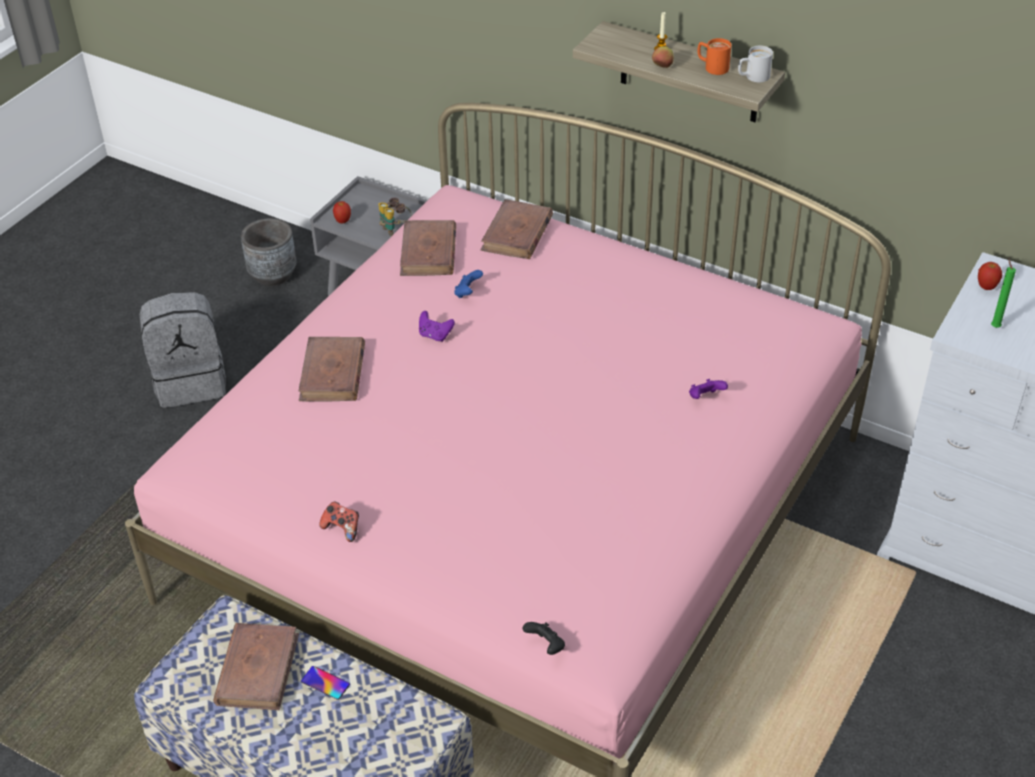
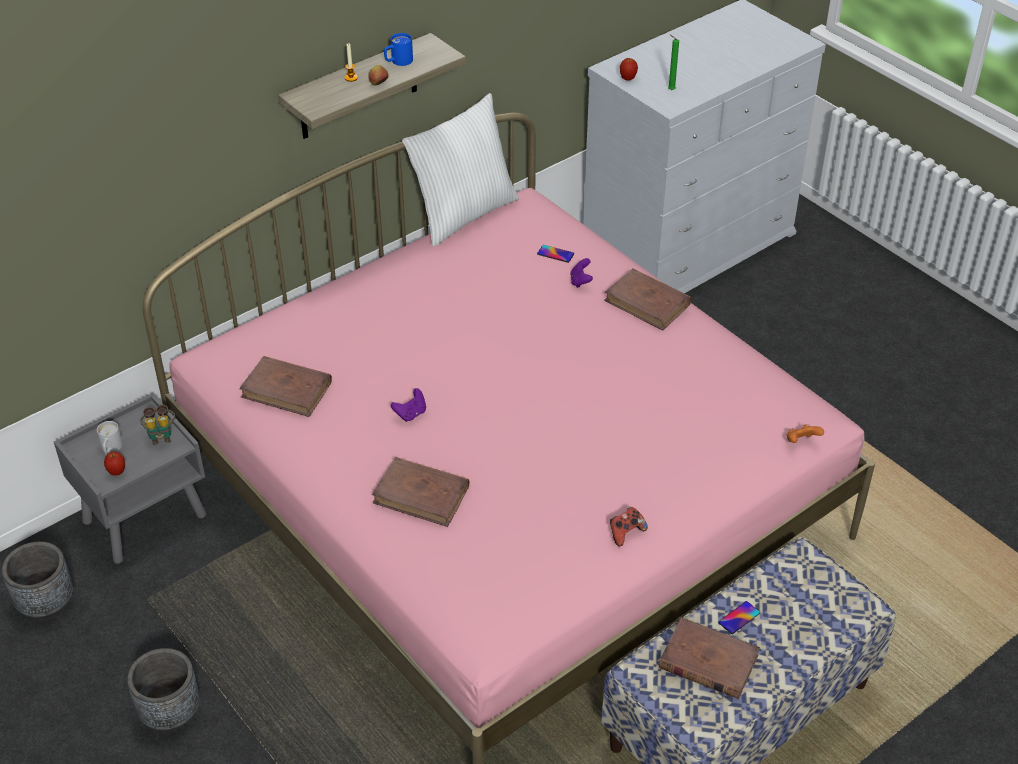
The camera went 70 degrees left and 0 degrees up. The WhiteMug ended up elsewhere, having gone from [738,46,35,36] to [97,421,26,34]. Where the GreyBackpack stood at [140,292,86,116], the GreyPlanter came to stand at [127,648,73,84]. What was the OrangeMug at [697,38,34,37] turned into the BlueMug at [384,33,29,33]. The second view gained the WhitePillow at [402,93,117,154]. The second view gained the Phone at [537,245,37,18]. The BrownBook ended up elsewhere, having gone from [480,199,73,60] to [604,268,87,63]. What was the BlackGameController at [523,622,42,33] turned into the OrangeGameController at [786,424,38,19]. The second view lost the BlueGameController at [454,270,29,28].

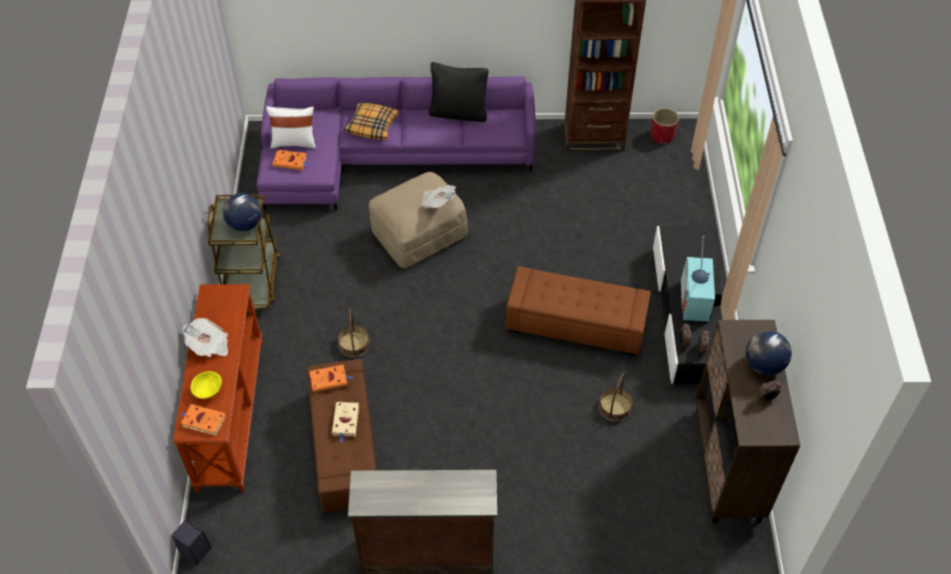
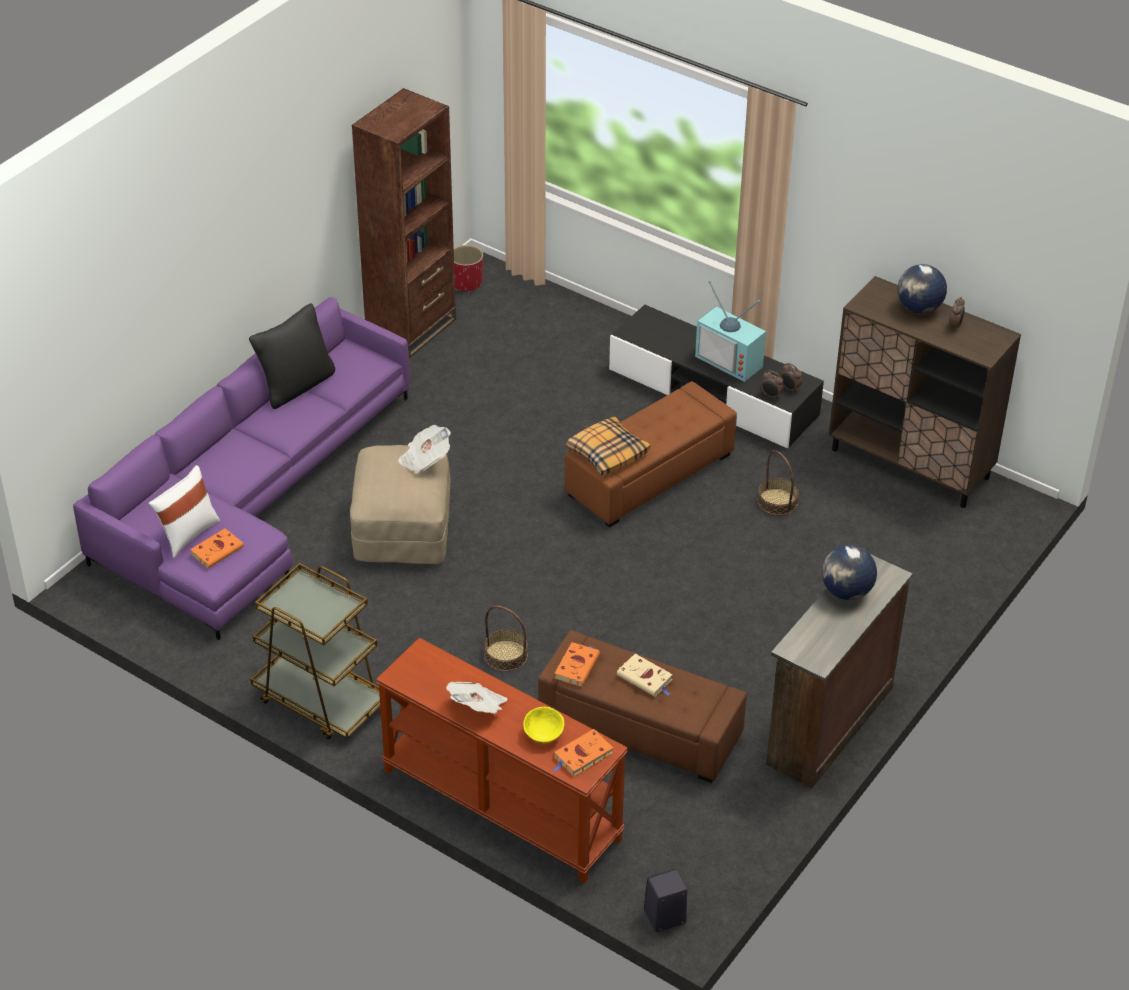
The camera went 55 degrees left and 10 degrees down. The Pillow ended up elsewhere, having gone from [344,103,55,37] to [566,416,84,60]. The Globe ended up elsewhere, having gone from [223,193,39,38] to [822,545,55,55].

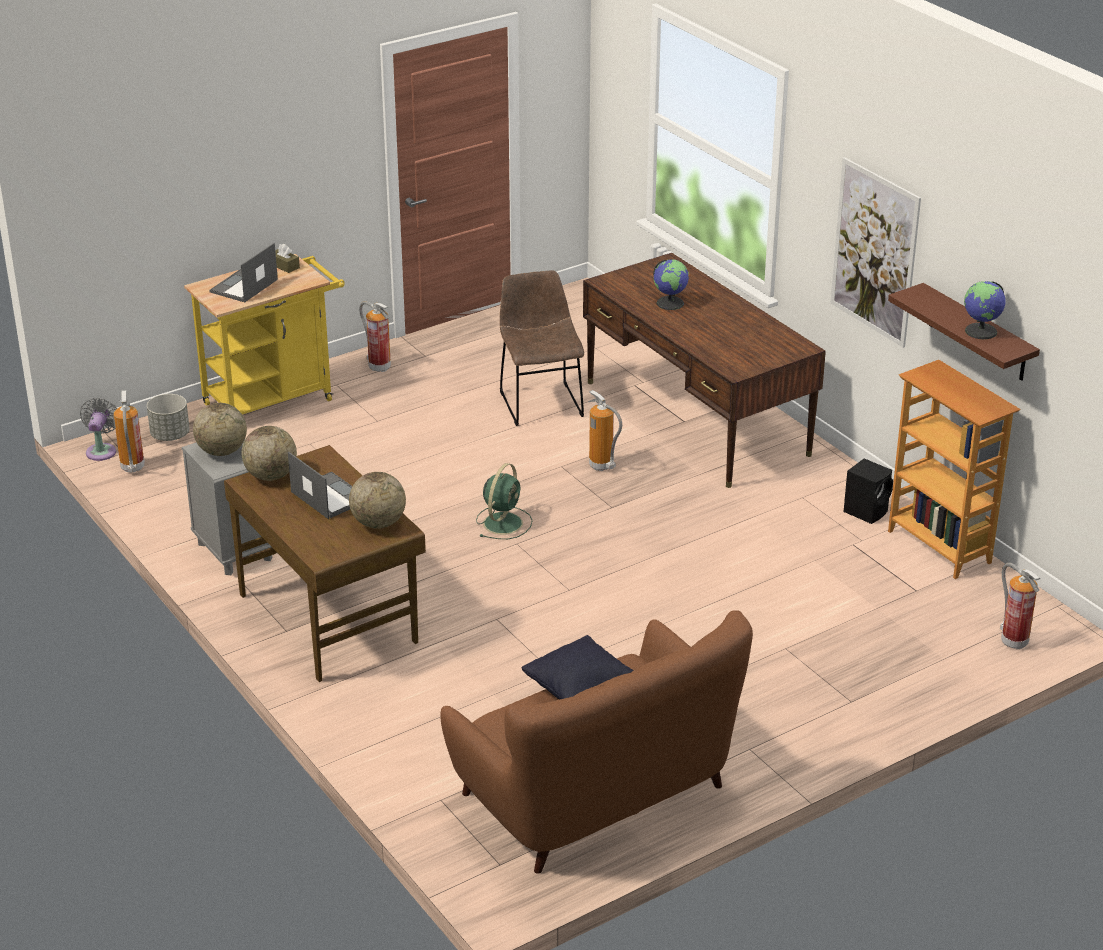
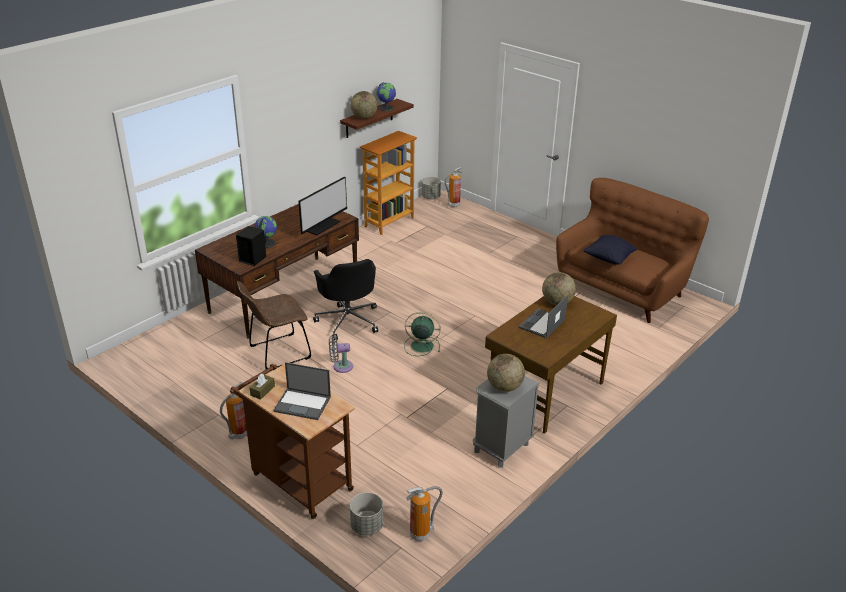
The camera went 105 degrees left and 0 degrees up. What was the YellowCart at [184,254,161,161] turned into the BrownCart at [230,364,125,155]. The BlackSpeaker ended up elsewhere, having gone from [844,459,49,65] to [236,226,30,40]. The second view gained the Monitor at [298,177,49,59]. Where the FireExtinguisher stood at [588,390,34,81], the BlackOfficeChair came to stand at [313,259,65,81]. The GreyFan ended up elsewhere, having gone from [80,398,37,63] to [329,336,24,37]. The Globe ended up elsewhere, having gone from [241,426,56,55] to [350,91,27,28]. The second view gained the GreyPlanter at [421,177,20,22]. The second view lost the Picture at [831,157,90,191].

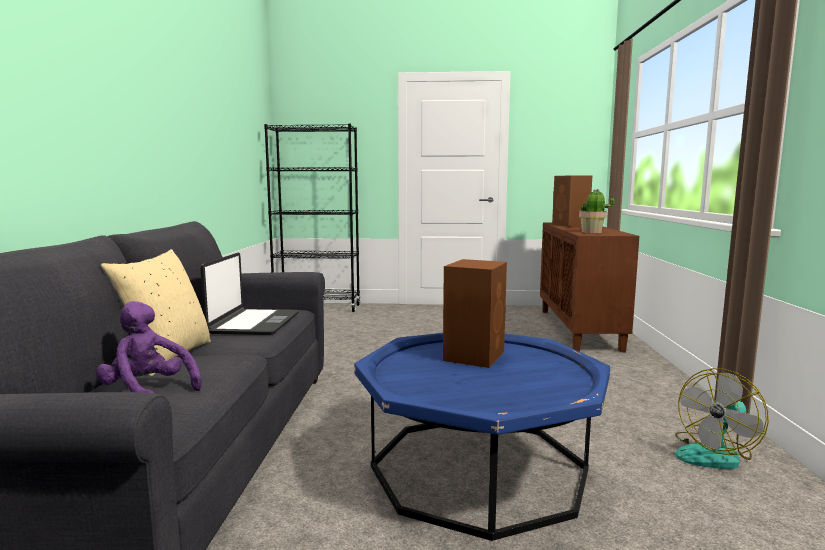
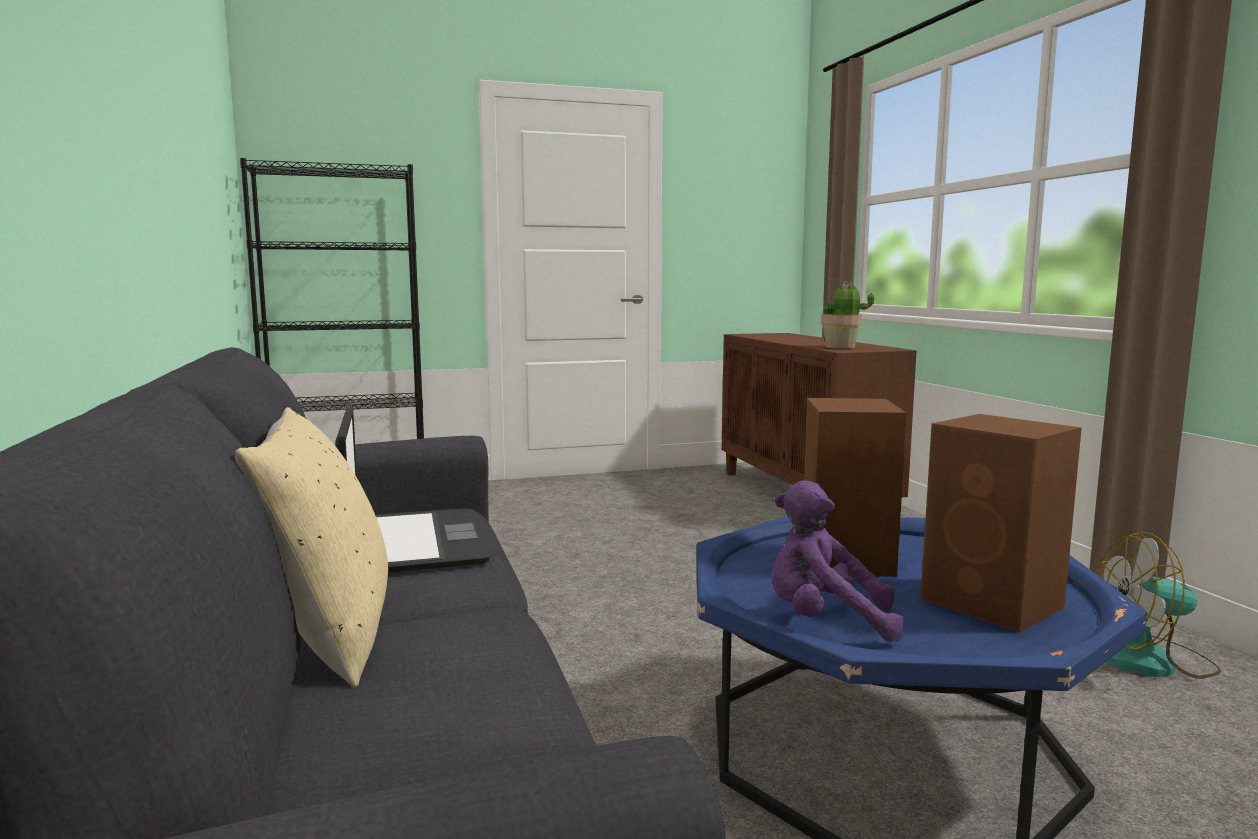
The camera went 20 degrees left and 0 degrees up. The PurplePlushToy ended up elsewhere, having gone from [96,301,106,93] to [771,480,133,162]. The BrownSpeaker ended up elsewhere, having gone from [552,175,40,52] to [920,414,162,218]. The Fan at [675,368,94,101] ended up facing another way, 60 degrees clockwise from before.

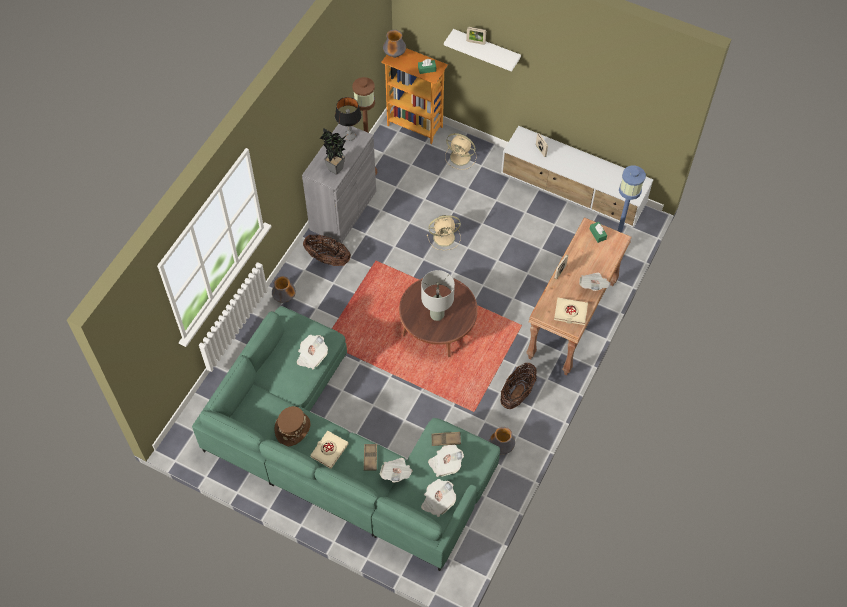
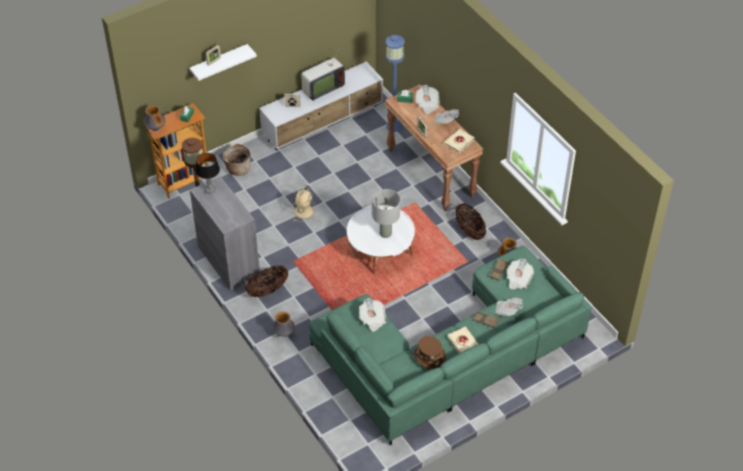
The camera went 60 degrees left and 10 degrees down. Where the BeigeFan stood at [445,133,32,37], the Basket came to stand at [223,144,27,32]. The second view gained the Television at [301,45,44,56]. What was the BrownCoffeeTable at [399,278,79,79] turned into the WhiteCoffeeTable at [347,205,68,70]. The Newspaper ended up elsewhere, having gone from [421,479,35,38] to [415,85,25,29]. The second view lost the PottedPlant at [320,128,27,47].

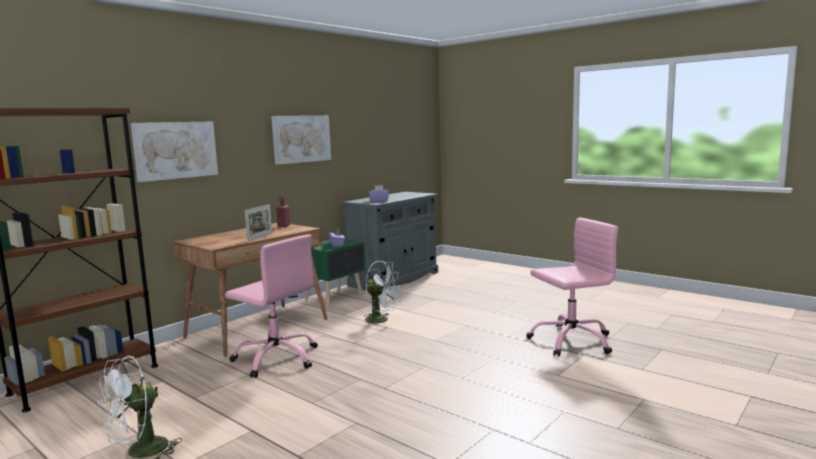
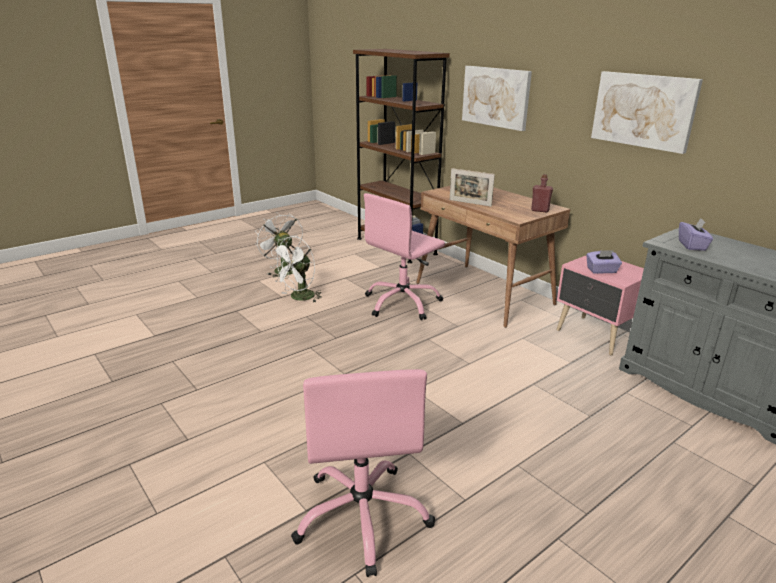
The camera went 100 degrees right and 15 degrees up. The WhiteFan ended up elsewhere, having gone from [365,261,37,66] to [270,236,52,67]. What was the GreenNightstand at [305,240,60,66] turned into the PinkNightstand at [556,256,88,99].

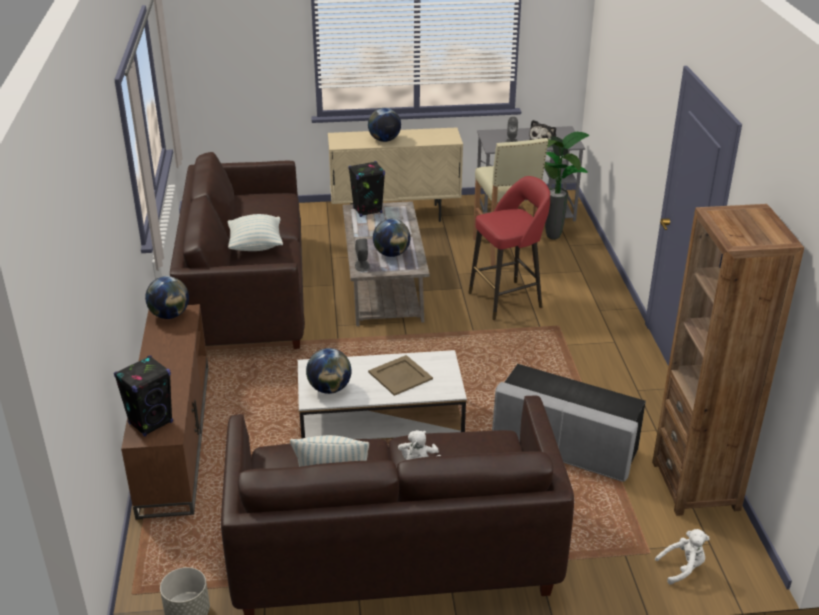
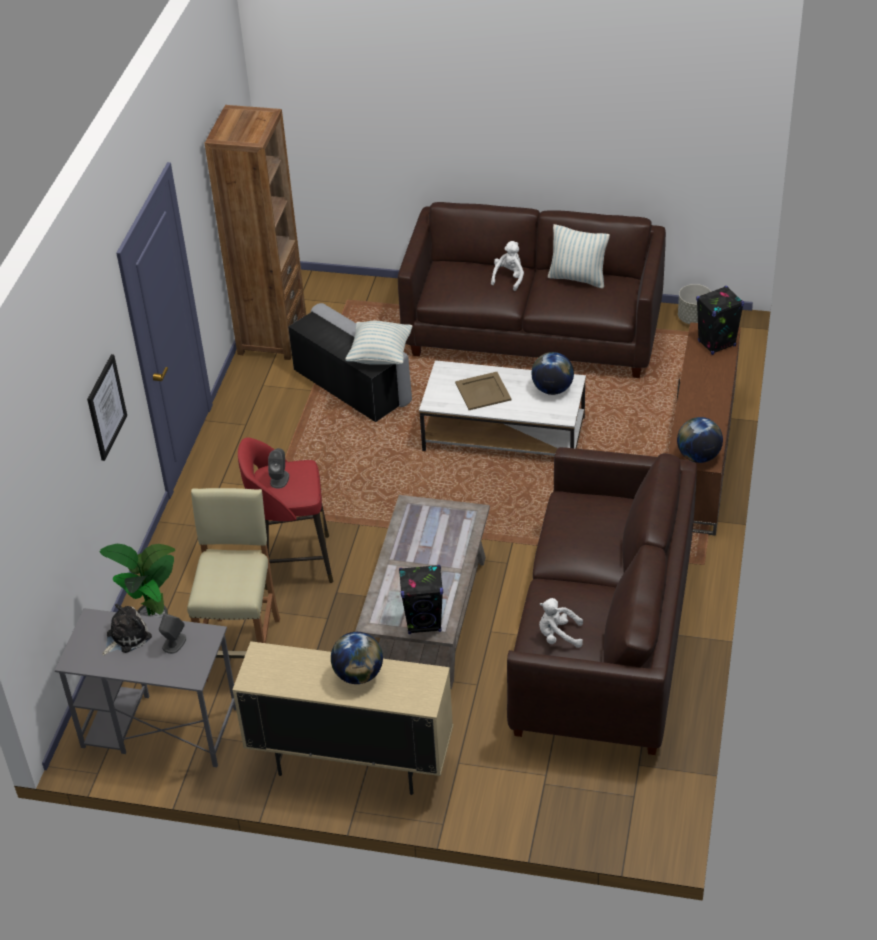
The camera went 160 degrees left and 10 degrees up. The second view gained the Picture at [87,354,40,107]. The GreySpeaker ended up elsewhere, having gone from [355,239,15,33] to [268,448,21,41]. The Pillow ended up elsewhere, having gone from [228,214,55,37] to [345,321,68,44]. The WhitePlushToy ended up elsewhere, having gone from [655,529,55,56] to [539,598,44,50]. The second view lost the Globe at [373,219,37,38].

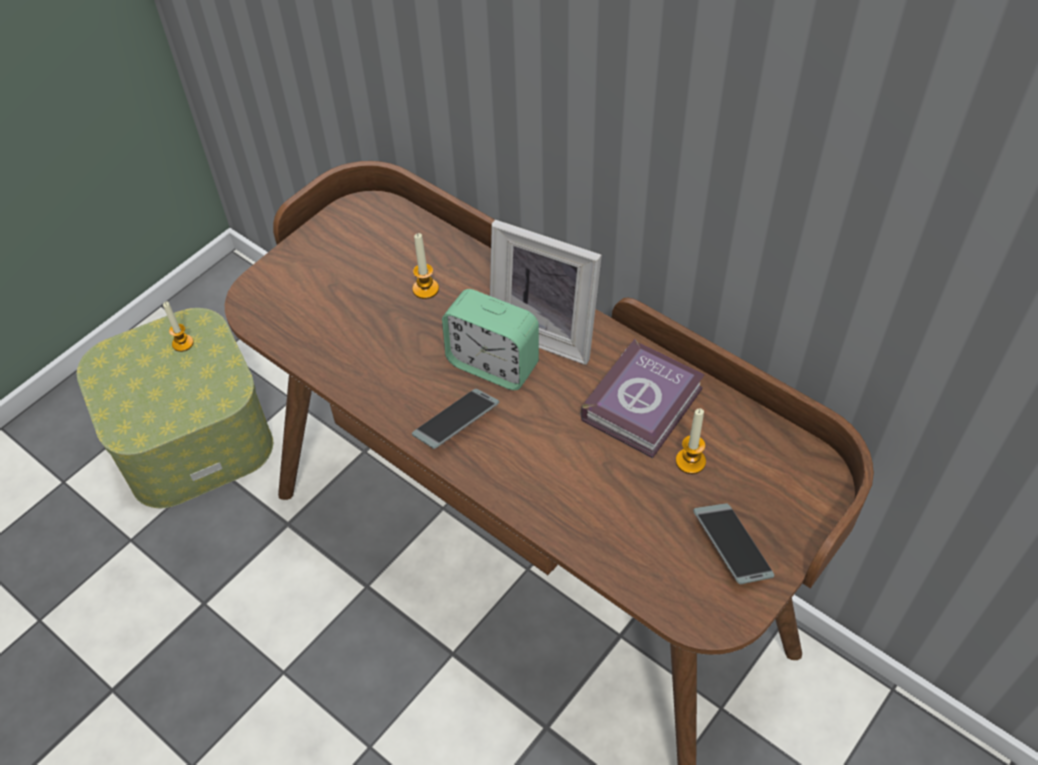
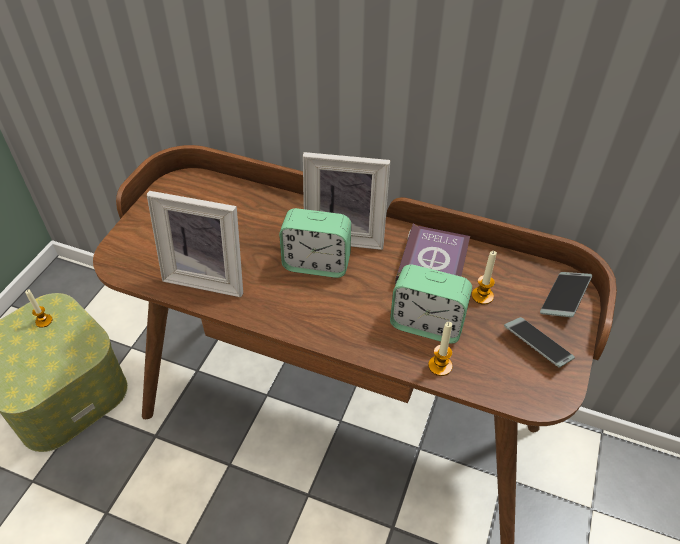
The camera went 20 degrees left and 5 degrees down. The second view gained the PictureFrame at [147,191,96,106]. The second view gained the AlarmClock at [390,264,82,80]. The Candle ended up elsewhere, having gone from [412,233,27,66] to [428,322,24,54]. The Phone ended up elsewhere, having gone from [412,389,87,60] to [540,272,52,45].

